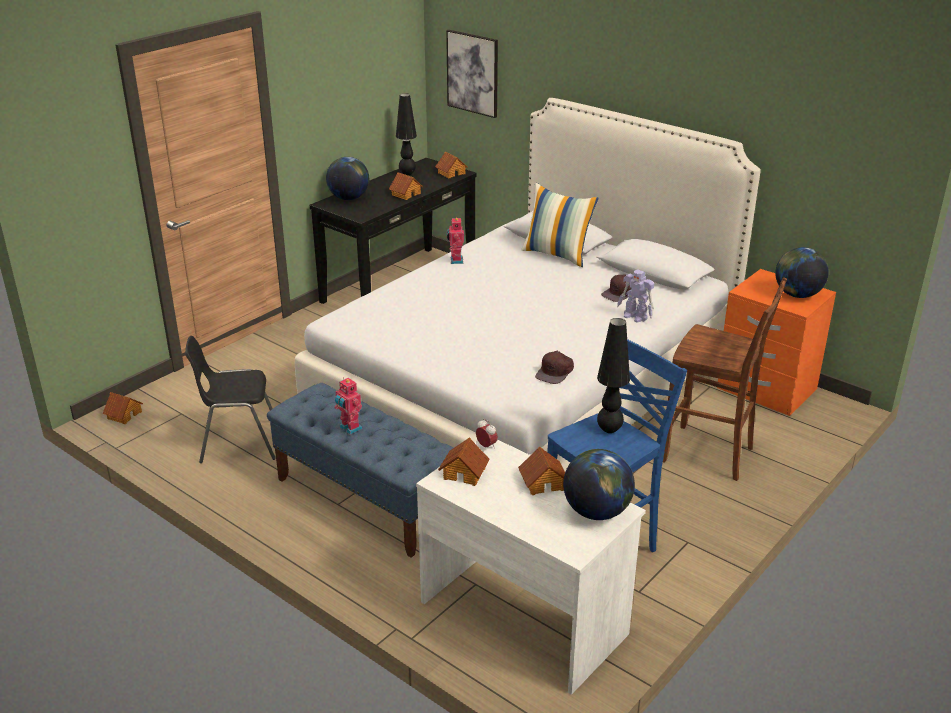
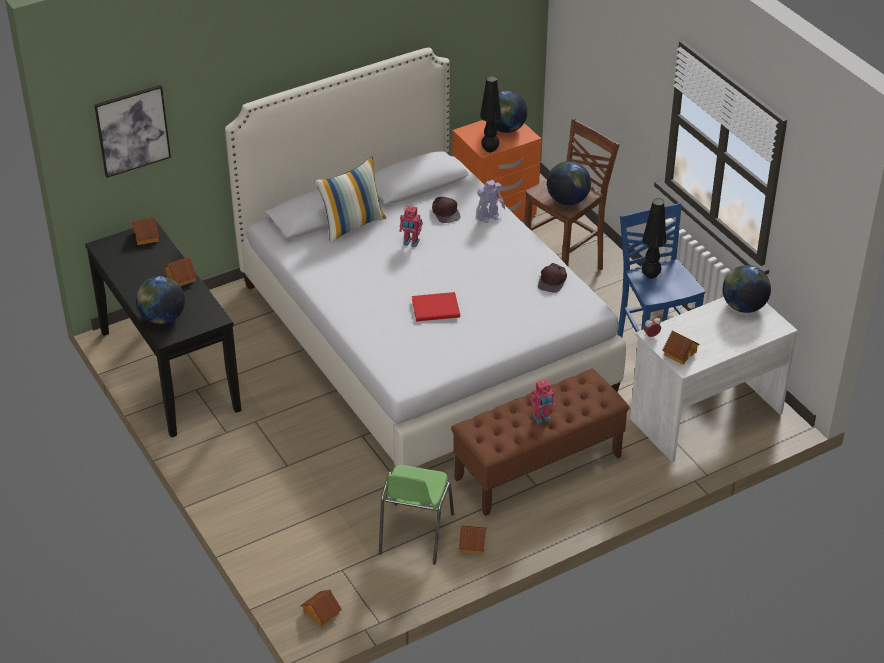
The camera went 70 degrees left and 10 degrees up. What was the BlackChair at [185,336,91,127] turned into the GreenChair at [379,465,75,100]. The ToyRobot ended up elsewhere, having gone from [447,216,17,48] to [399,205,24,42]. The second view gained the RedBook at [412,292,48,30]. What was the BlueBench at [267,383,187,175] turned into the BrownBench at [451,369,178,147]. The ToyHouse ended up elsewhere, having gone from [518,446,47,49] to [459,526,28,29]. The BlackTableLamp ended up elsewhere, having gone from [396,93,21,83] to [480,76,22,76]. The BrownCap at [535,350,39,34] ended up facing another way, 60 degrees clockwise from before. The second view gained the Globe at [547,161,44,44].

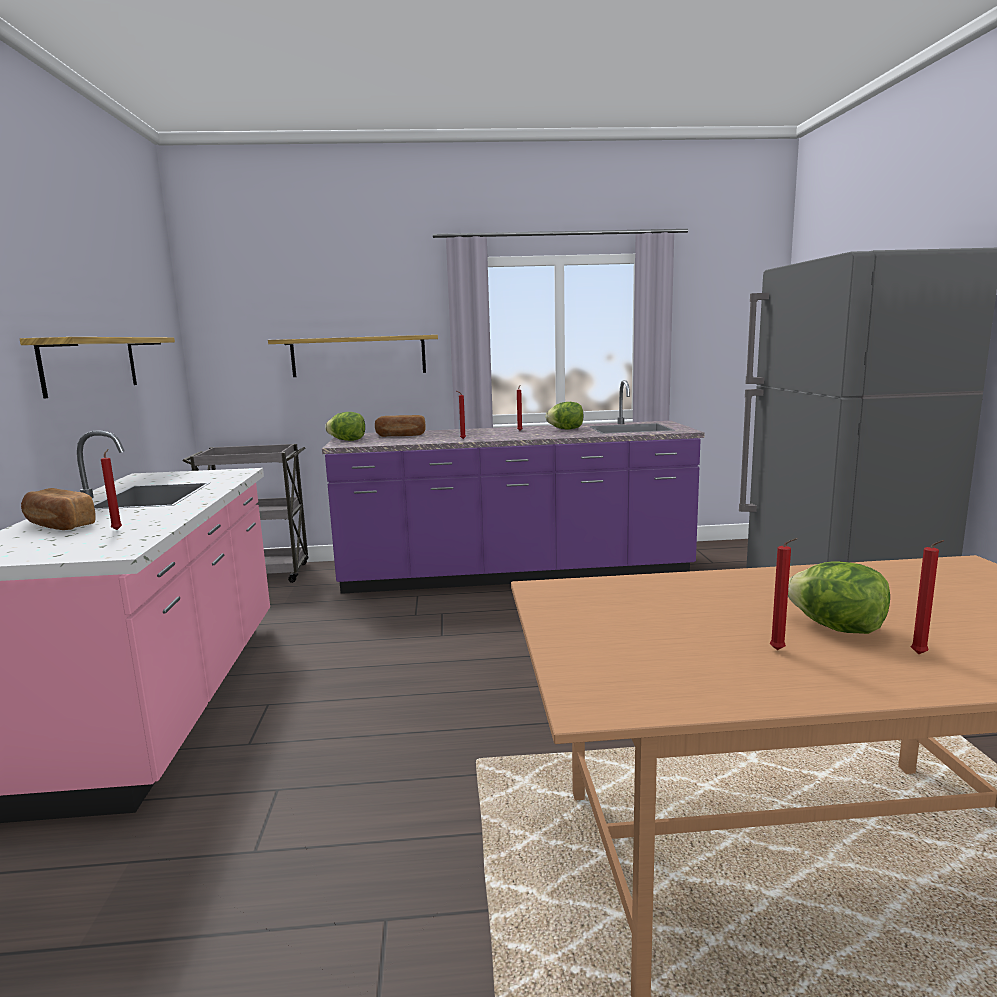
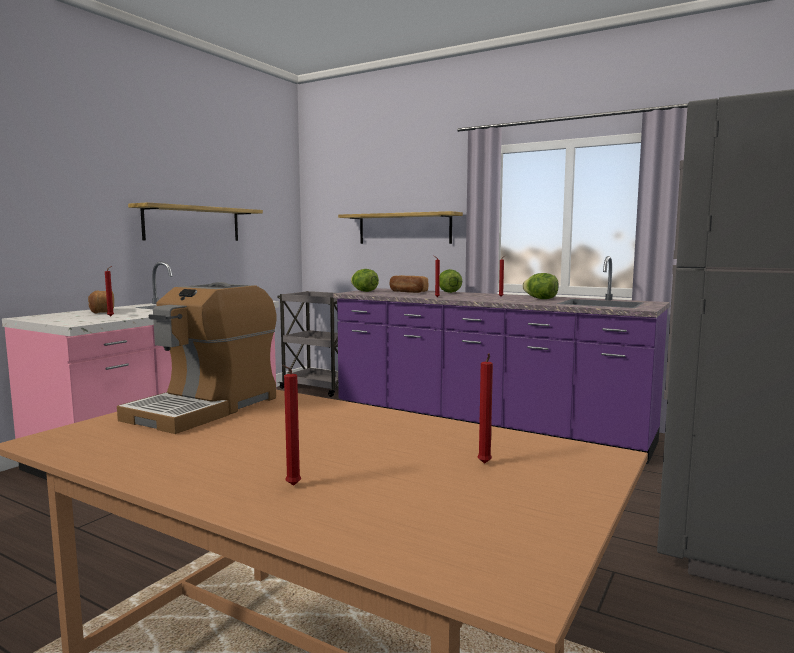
The camera went 35 degrees right and 5 degrees down. The second view gained the CoffeeMachine at [117,282,159,152]. The Lettuce ended up elsewhere, having gone from [788,561,102,73] to [440,269,22,24]. The RedCandle ended up elsewhere, having gone from [770,538,27,112] to [478,353,15,111].

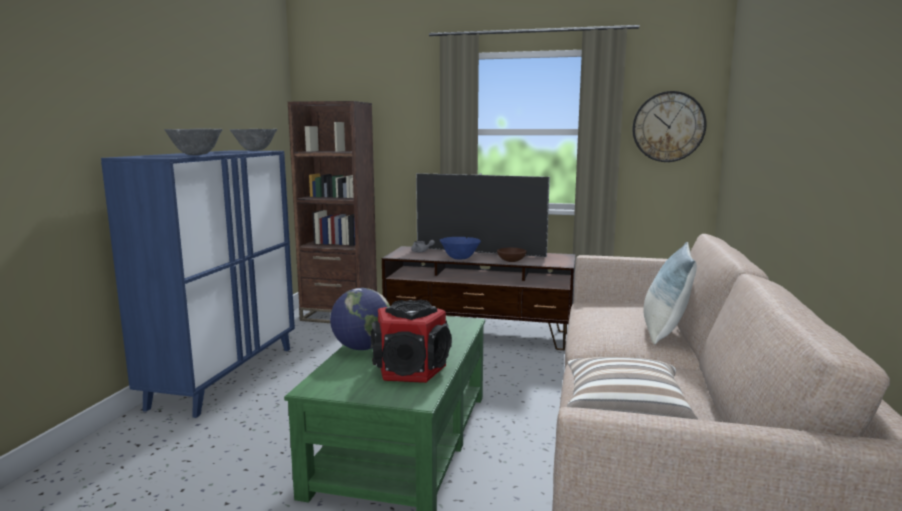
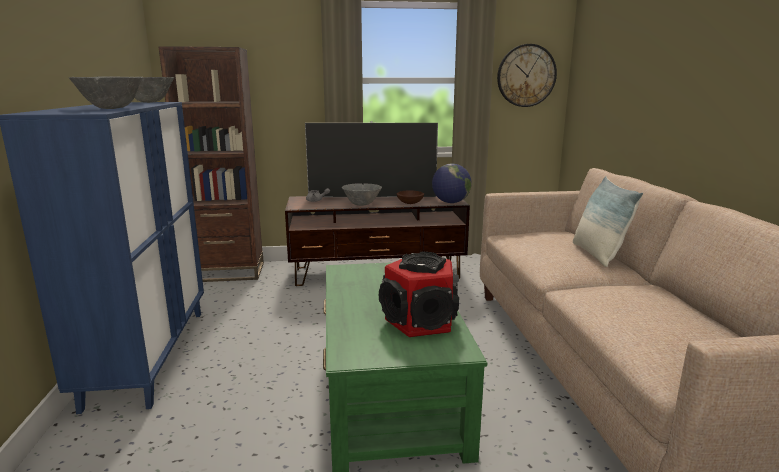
The camera went 20 degrees left and 5 degrees up. What was the BlueBowl at [440,237,41,23] turned into the GreyBowl at [342,183,40,23]. The Globe ended up elsewhere, having gone from [330,288,60,62] to [432,164,40,39]. The second view lost the Pillow at [567,357,131,62].

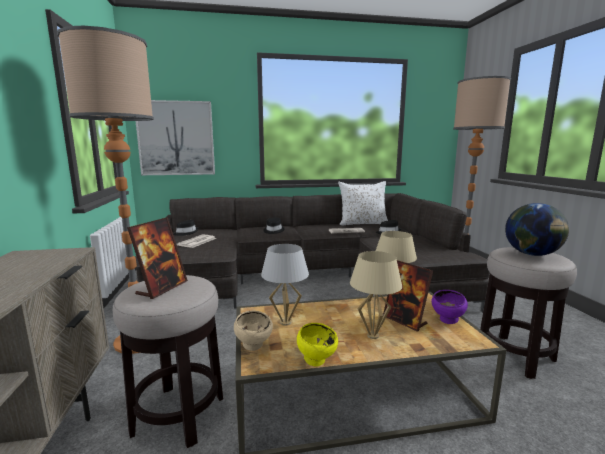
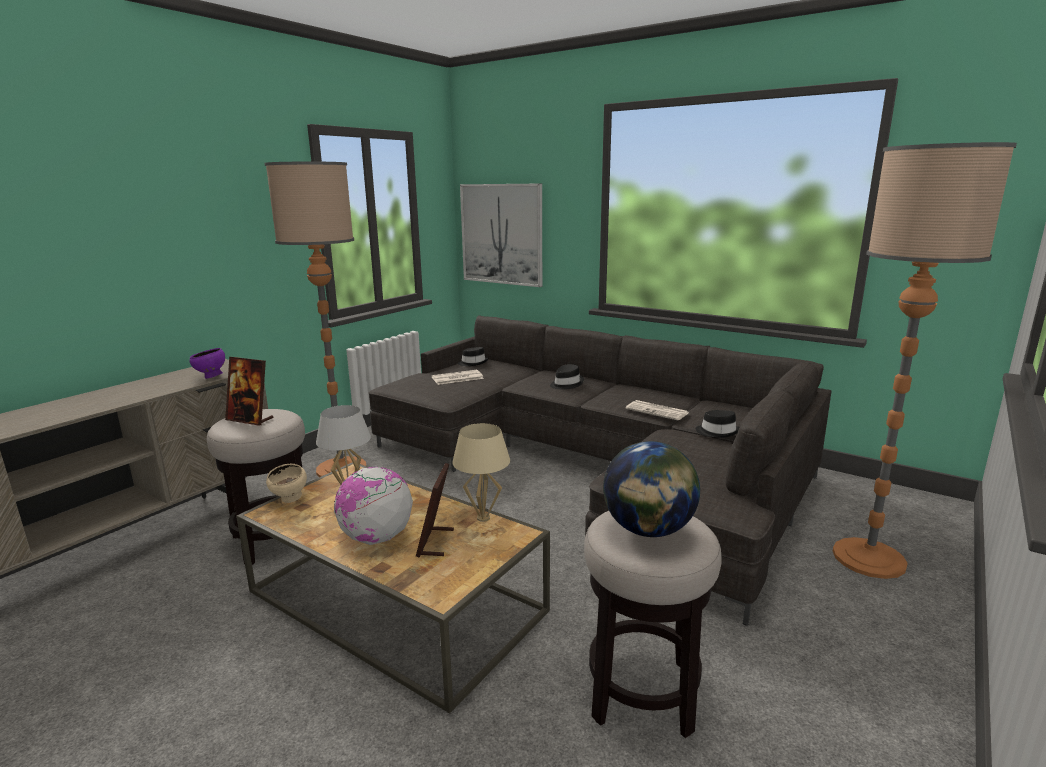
The camera went 45 degrees right and 5 degrees up. The PurpleBowl ended up elsewhere, having gone from [432,290,36,34] to [189,348,36,31]. The PictureFrame at [127,217,61,82] ended up facing another way, 45 degrees clockwise from before. Where the BeigeTableLamp stood at [350,251,52,88], the Globe came to stand at [334,467,79,78]. The second view lost the YellowBowl at [297,323,41,43]. The second view lost the WhitePillow at [338,181,50,44].

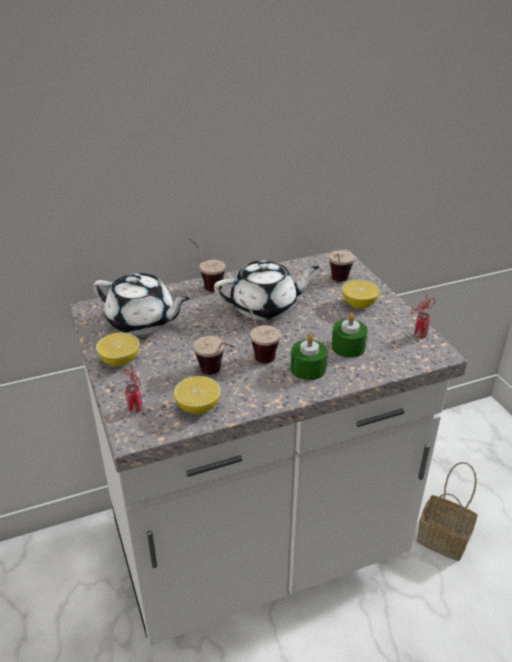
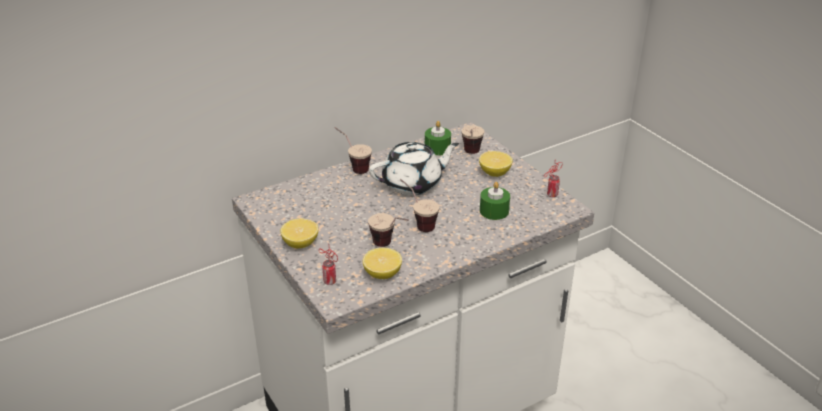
The camera went 10 degrees left and 0 degrees up. The GreenCandle ended up elsewhere, having gone from [291,334,37,46] to [425,121,26,35]. The second view lost the WhiteTeapot at [93,273,97,62]. The second view lost the Basket at [417,462,61,99].

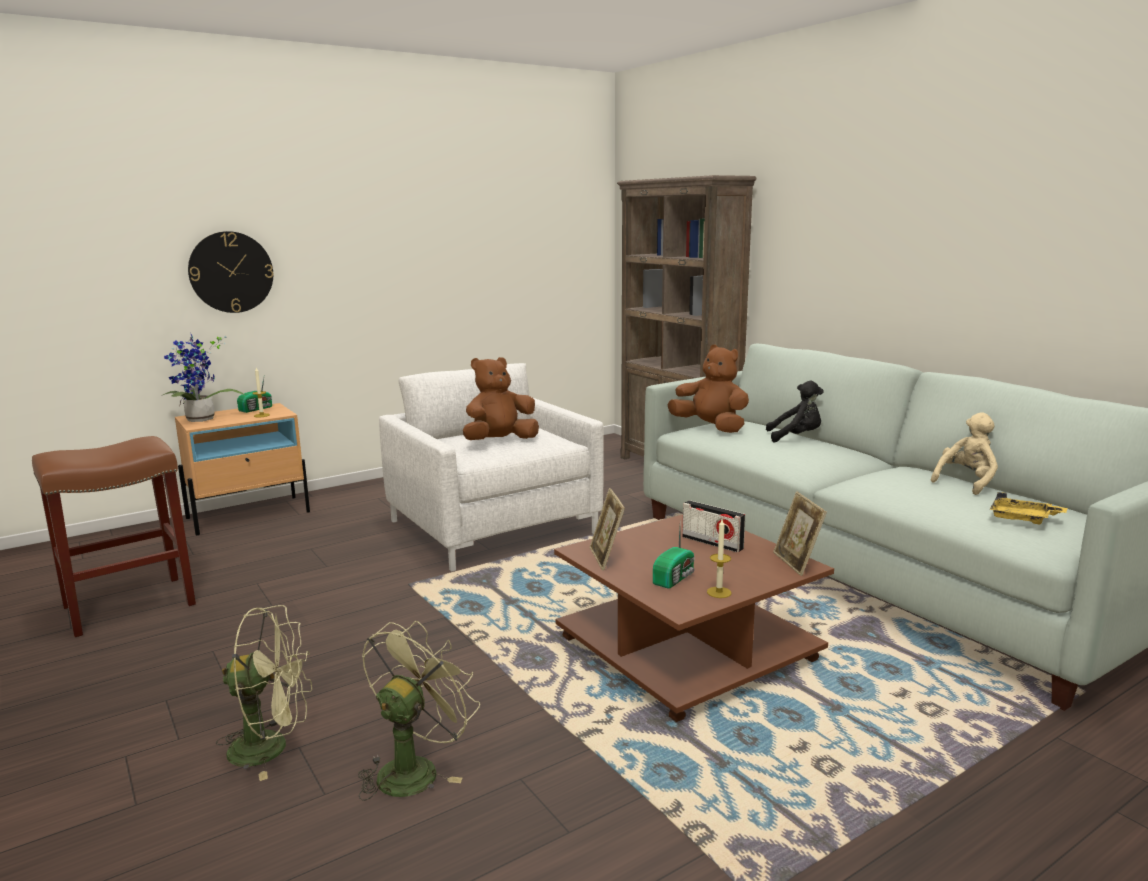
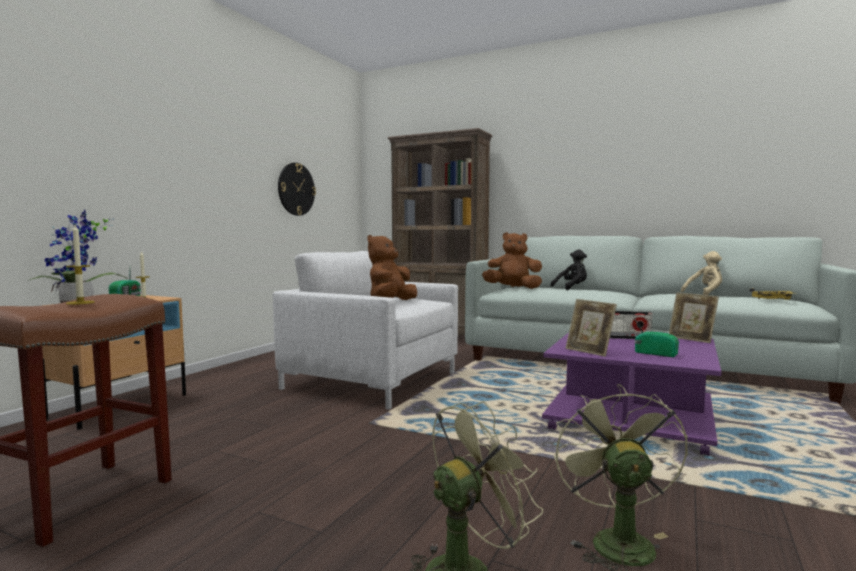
The camera went 30 degrees left and 10 degrees down. The Candle ended up elsewhere, having gone from [707,519,25,79] to [66,225,29,80]. The WallClock ended up elsewhere, having gone from [188,231,85,82] to [278,163,38,53]. What was the BrownCoffeeTable at [554,514,280,208] turned into the PurpleCoffeeTable at [542,332,180,124]. The Radio at [653,524,42,65] ended up facing another way, 60 degrees counterclockwise from before. The BeigePlushToy at [931,412,67,83] ended up facing another way, 45 degrees clockwise from before.

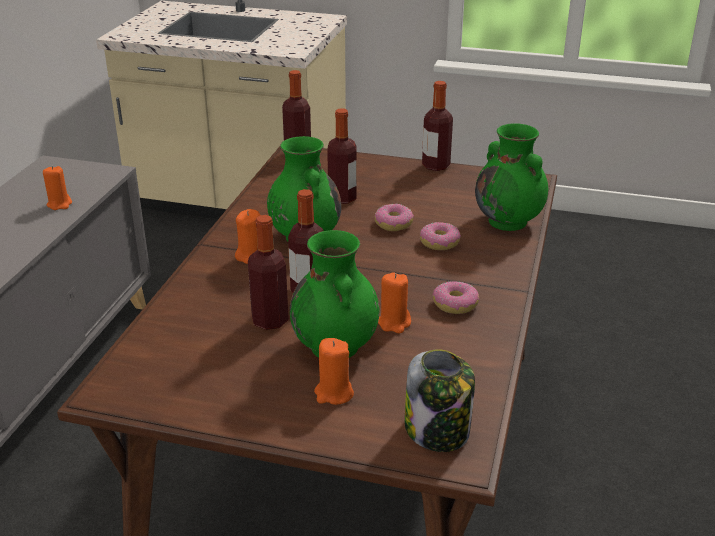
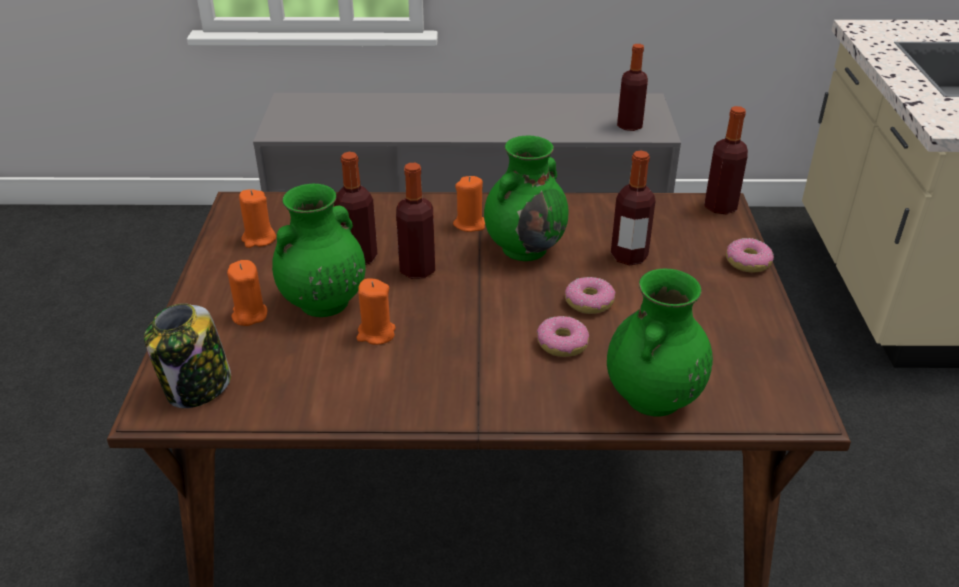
The camera went 75 degrees right and 5 degrees up. The OrangeCandle ended up elsewhere, having gone from [43,166,29,44] to [239,189,37,59]. The Bottle ended up elsewhere, having gone from [422,81,31,90] to [617,44,31,87]. The Donut ended up elsewhere, having gone from [432,281,47,33] to [726,238,48,35].

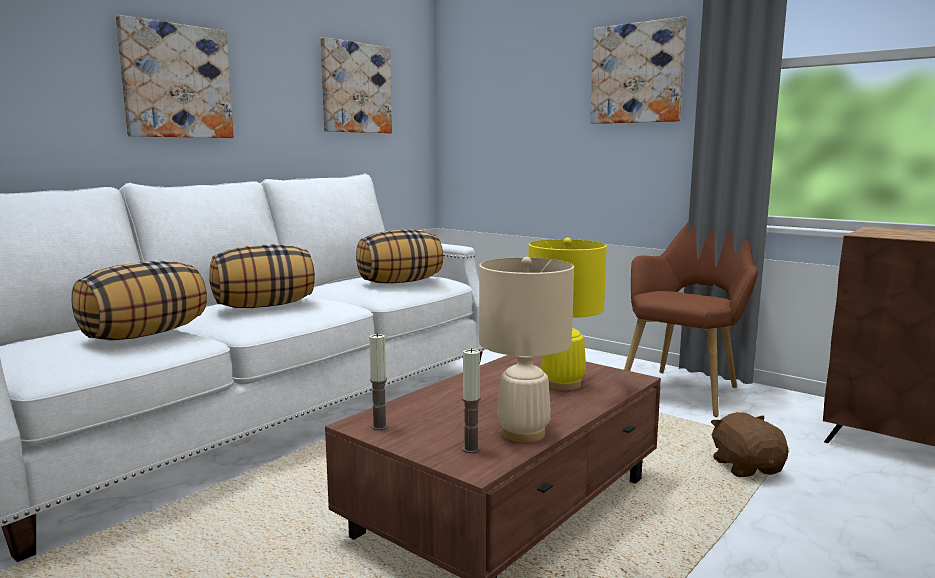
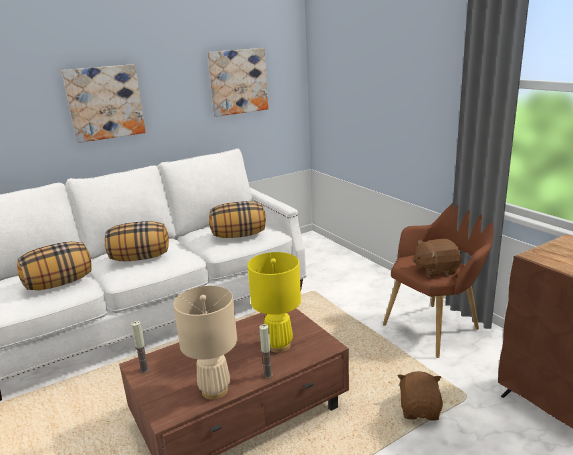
The camera went 20 degrees right and 10 degrees up. The Candle ended up elsewhere, having gone from [462,348,19,105] to [259,324,14,54]. The second view gained the BrownPlushToy at [413,239,49,38]. The second view lost the Picture at [590,17,97,107].

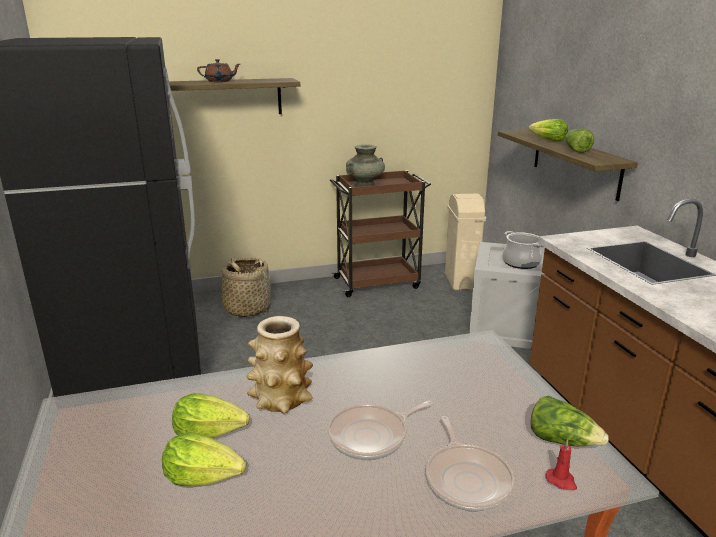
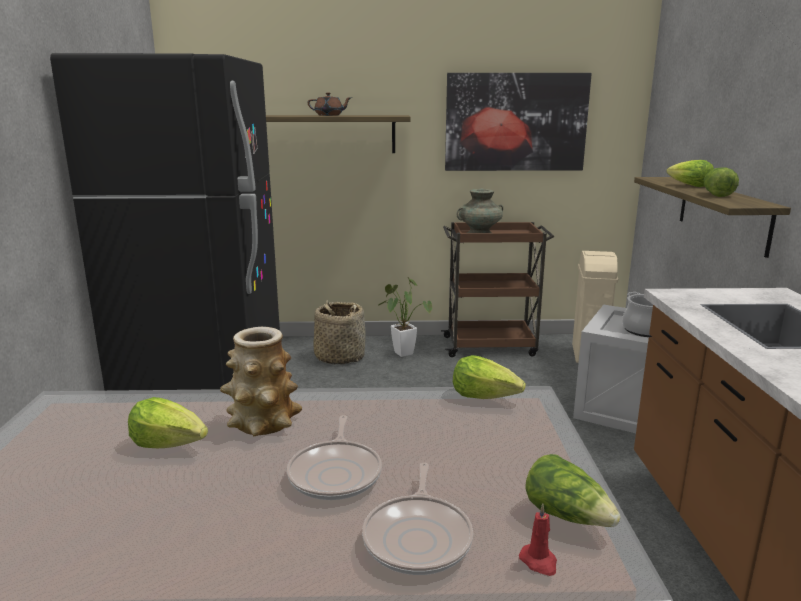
The camera went 15 degrees right and 5 degrees down. The FryingPan at [328,401,105,58] ended up facing another way, 75 degrees counterclockwise from before. The second view gained the PottedPlant at [378,277,54,80]. The second view gained the Picture at [445,73,147,98]. The Lettuce ended up elsewhere, having gone from [162,432,85,54] to [453,355,73,44].

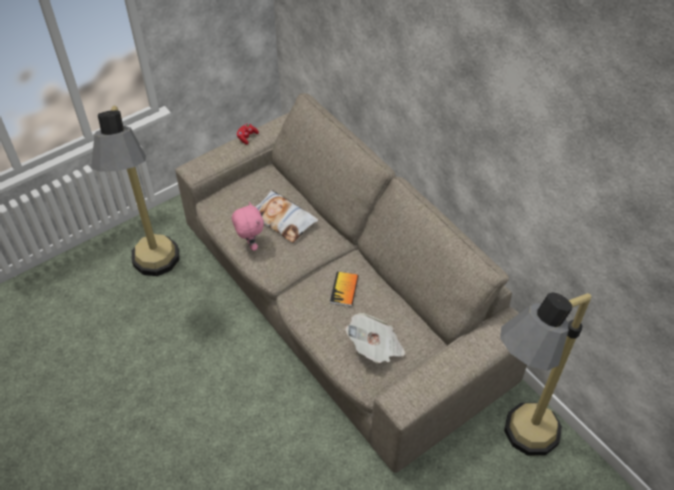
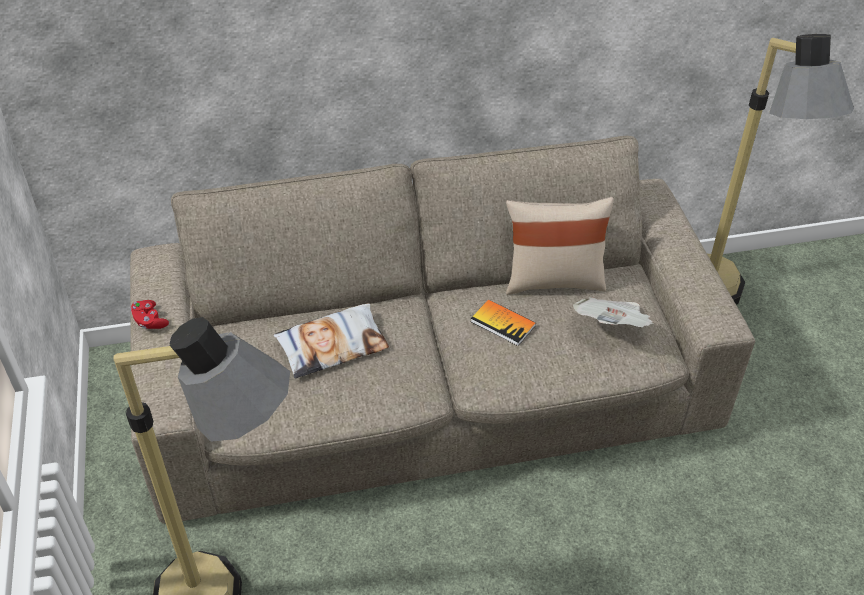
The camera went 65 degrees left and 5 degrees down. The second view gained the BeigePillow at [506,197,108,98]. The second view lost the PinkPlushToy at [232,202,32,49].

